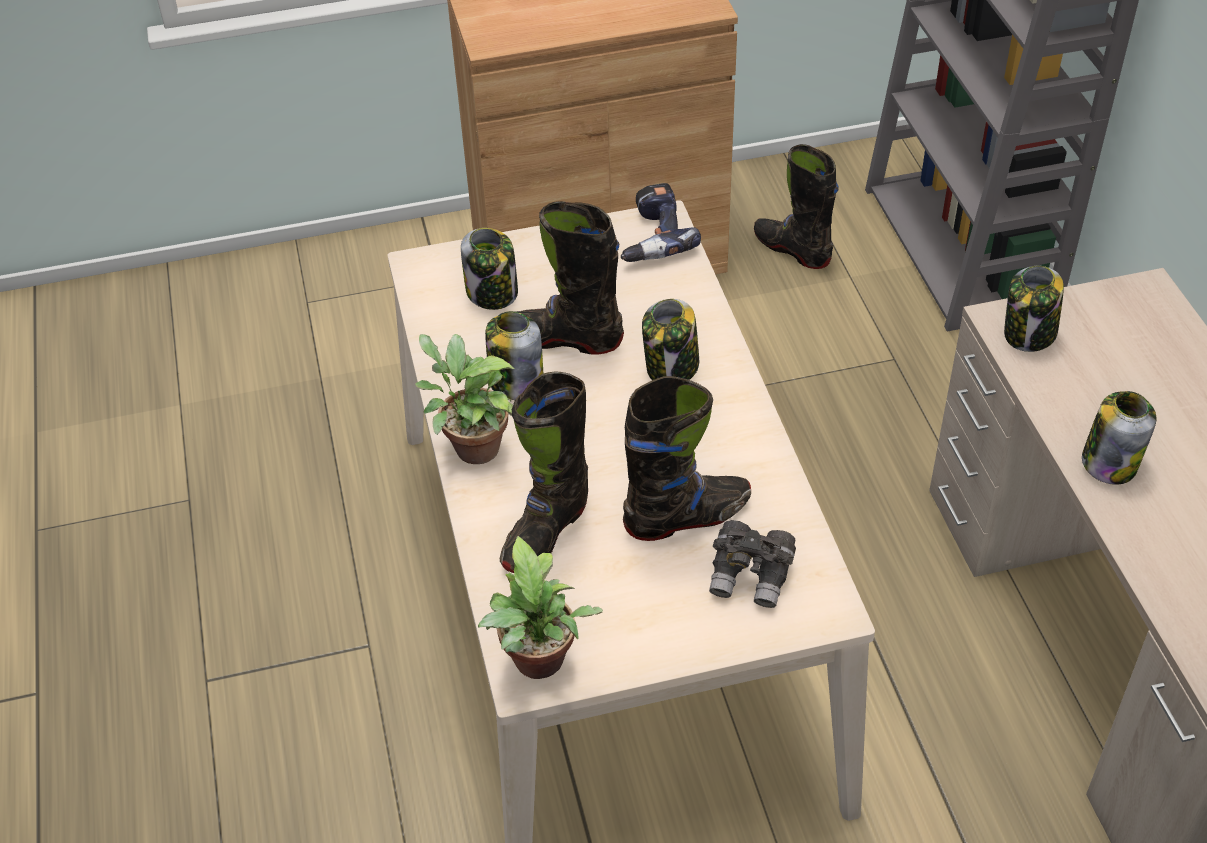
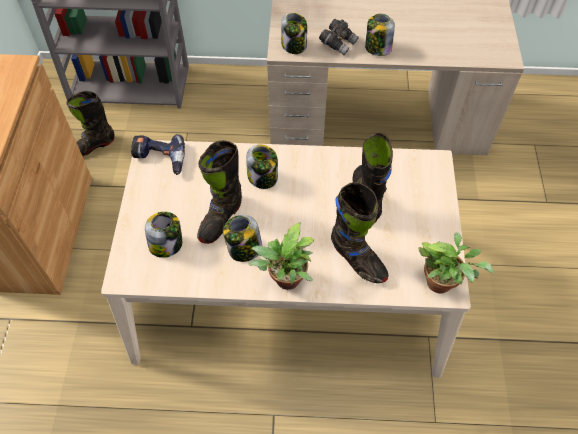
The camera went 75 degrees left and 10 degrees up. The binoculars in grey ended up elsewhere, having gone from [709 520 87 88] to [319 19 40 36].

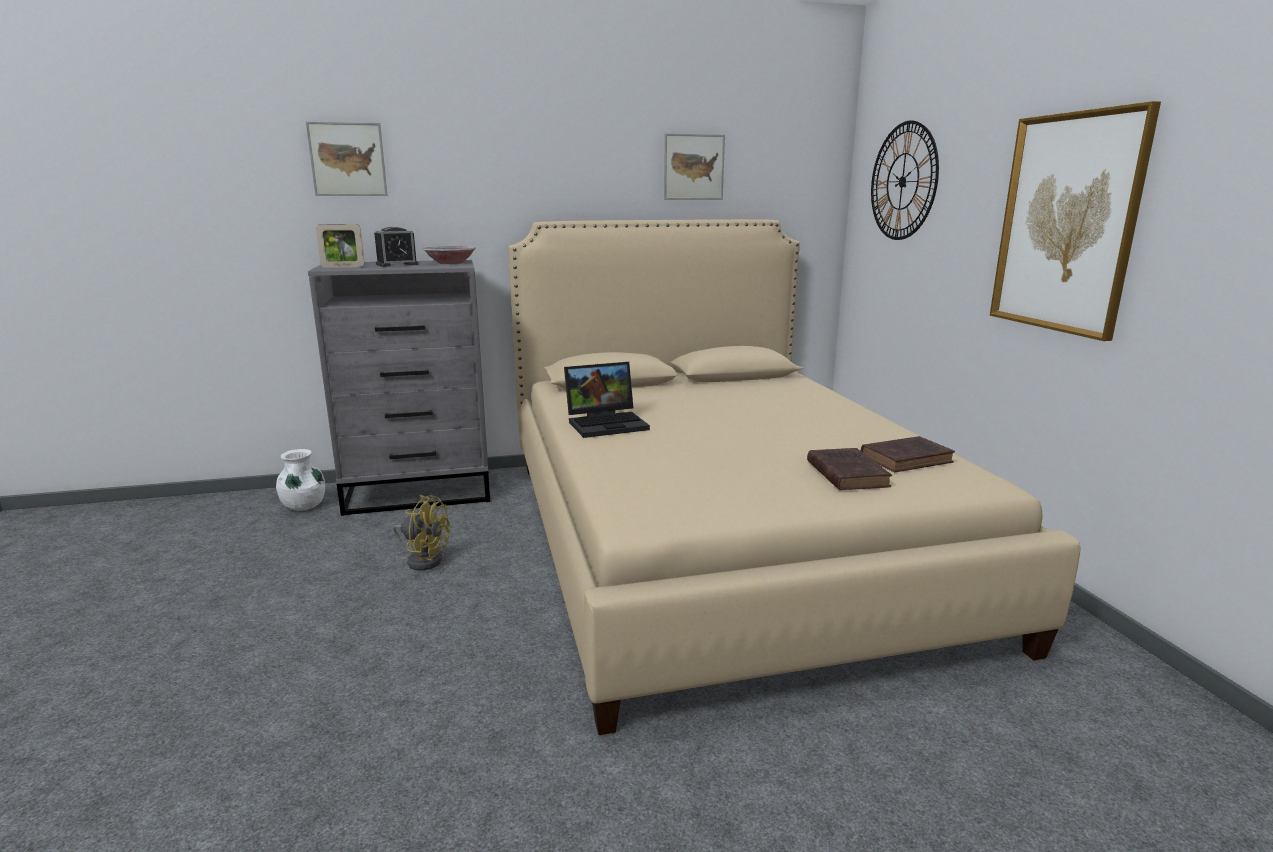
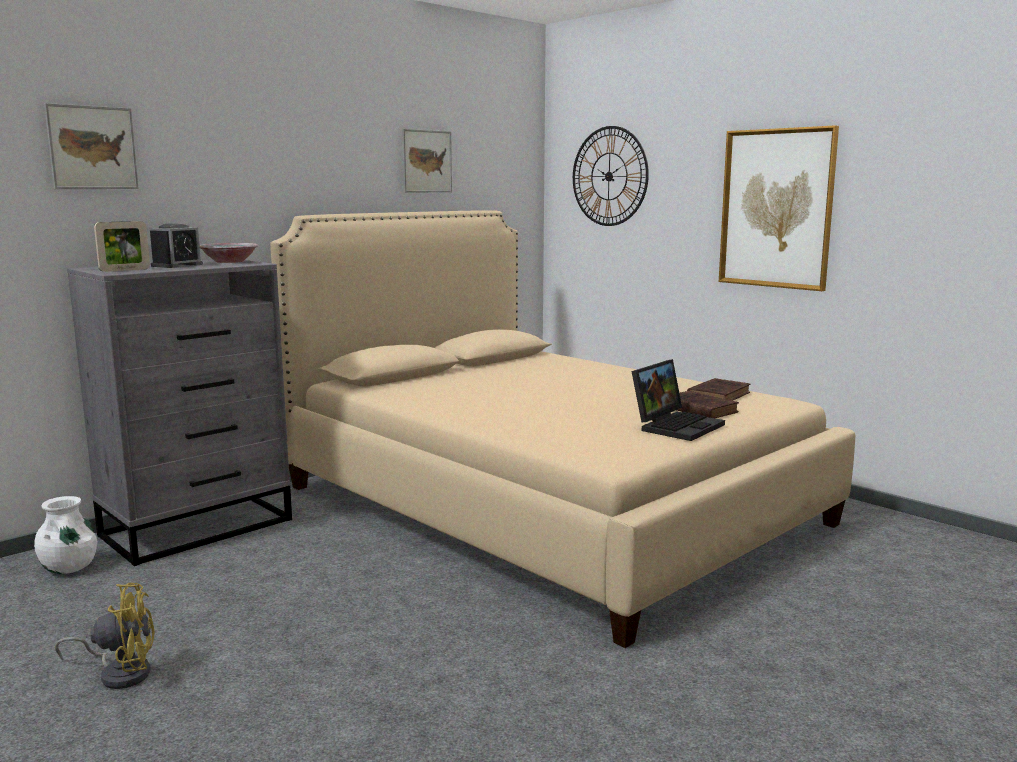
The camera went 30 degrees left and 5 degrees down. The fan in yellow ended up elsewhere, having gone from [393 495 57 76] to [55 583 100 106]. The laptop ended up elsewhere, having gone from [564 362 86 76] to [631 359 94 82].

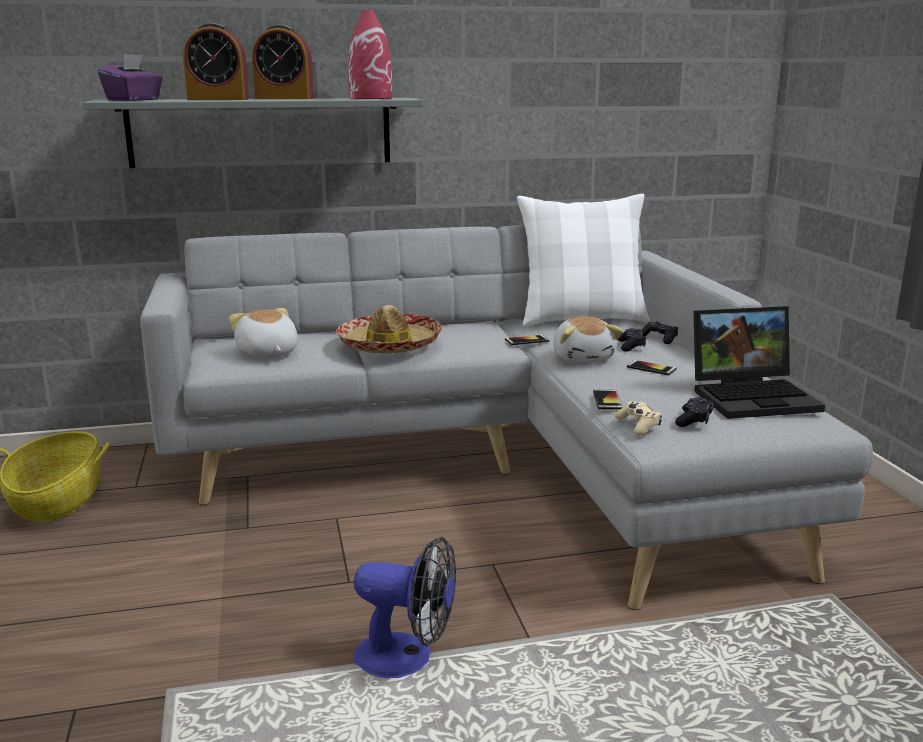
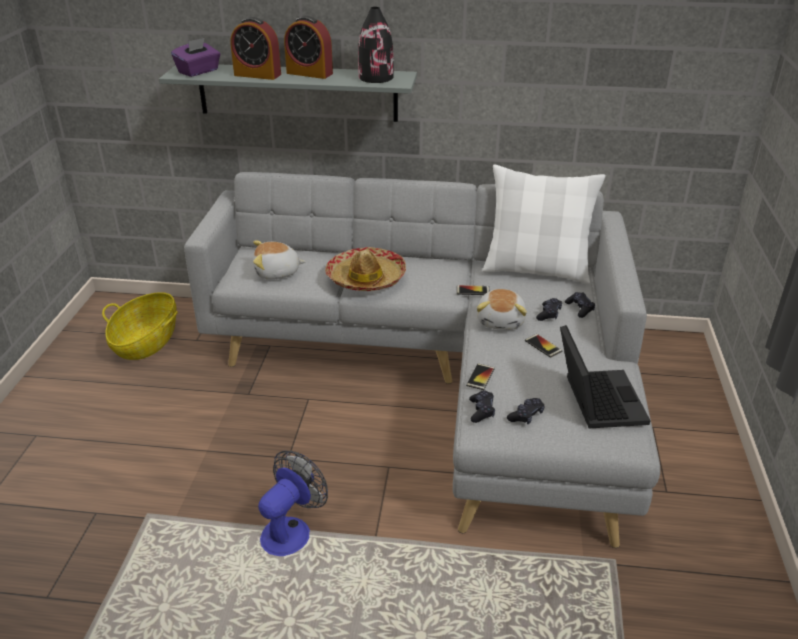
The camera went 20 degrees right and 15 degrees up. The plush toy at [229 308 69 50] ended up facing another way, 90 degrees counterclockwise from before. What was the vase in red at [349 10 43 89] turned into the vase in black at [358 7 36 76]. The fan at [354 536 102 142] ended up facing another way, 90 degrees counterclockwise from before. What was the game controller in beige at [614 401 48 34] turned into the game controller in black at [469 390 26 33]. The laptop at [693 306 132 113] ended up facing another way, 105 degrees counterclockwise from before.

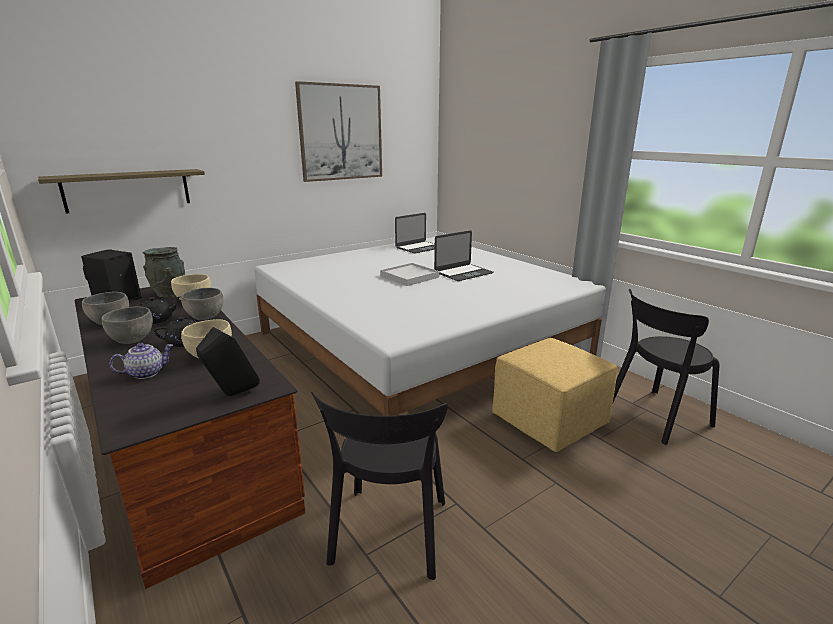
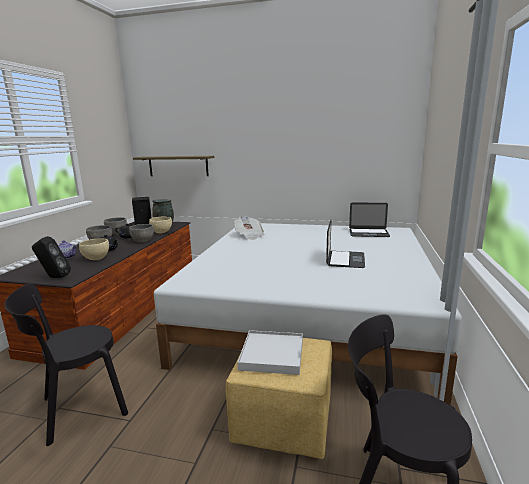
The camera went 50 degrees right and 5 degrees down. The second view lost the picture at [295 81 87 101]. The tray in white ended up elsewhere, having gone from [380 263 59 23] to [238 330 65 45]. The laptop at [434 230 60 51] ended up facing another way, 90 degrees counterclockwise from before. The second view gained the newspaper at [234 216 31 24].

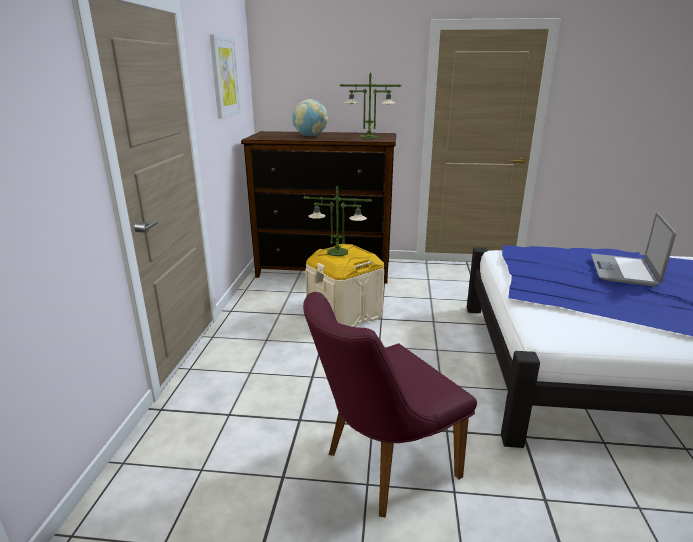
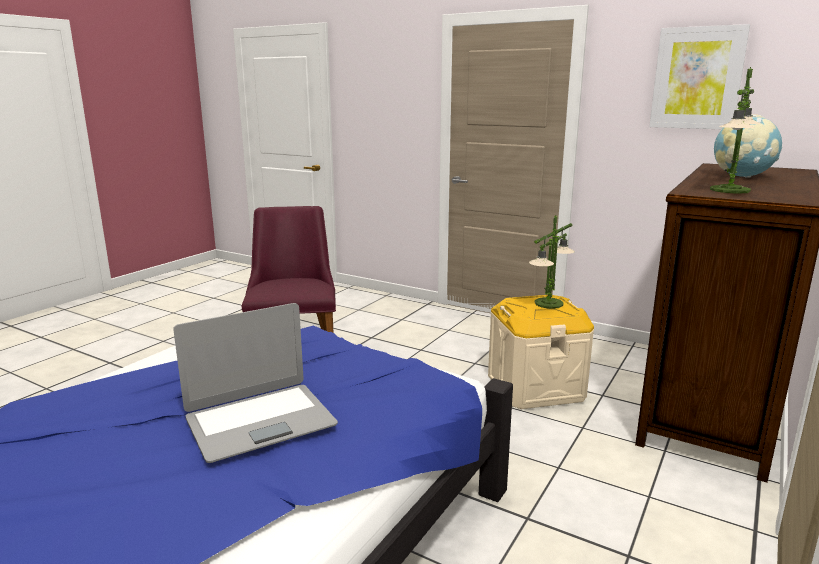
The camera went 115 degrees right and 5 degrees down. The laptop at [591 212 85 74] ended up facing another way, 105 degrees clockwise from before.

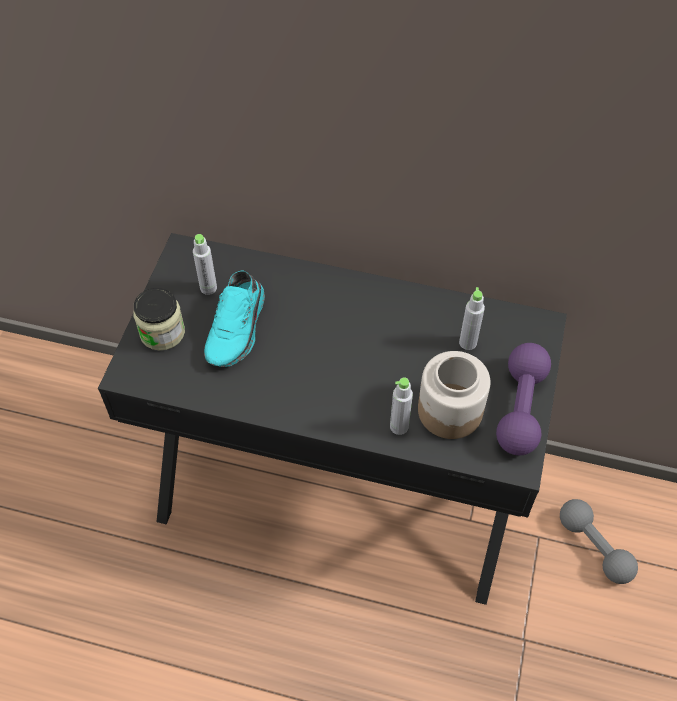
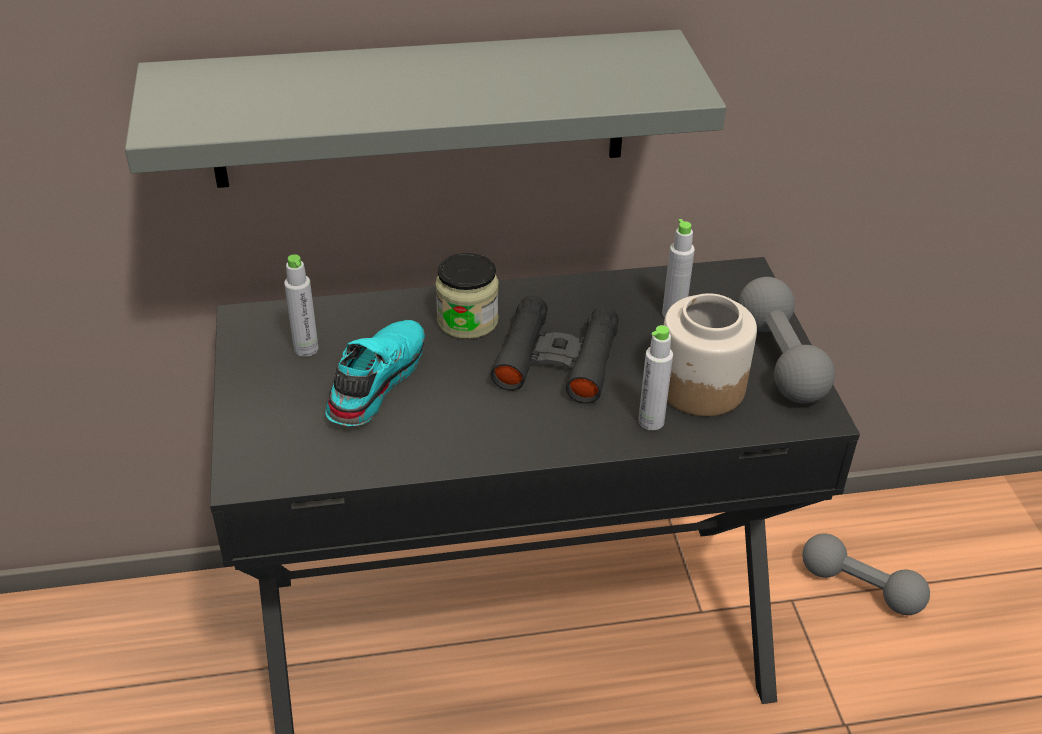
The camera went 25 degrees left and 15 degrees down. The jar ended up elsewhere, having gone from [134 288 51 63] to [435 253 64 86]. The shoe in turquoise at [204 271 61 96] ended up facing another way, 150 degrees counterclockwise from before. What was the dumbbell in purple at [496 343 55 112] turned into the dumbbell in grey at [738 277 97 127]. The second view gained the shelf in grey at [125 30 601 158]. The second view gained the binoculars in black at [491 296 128 108].

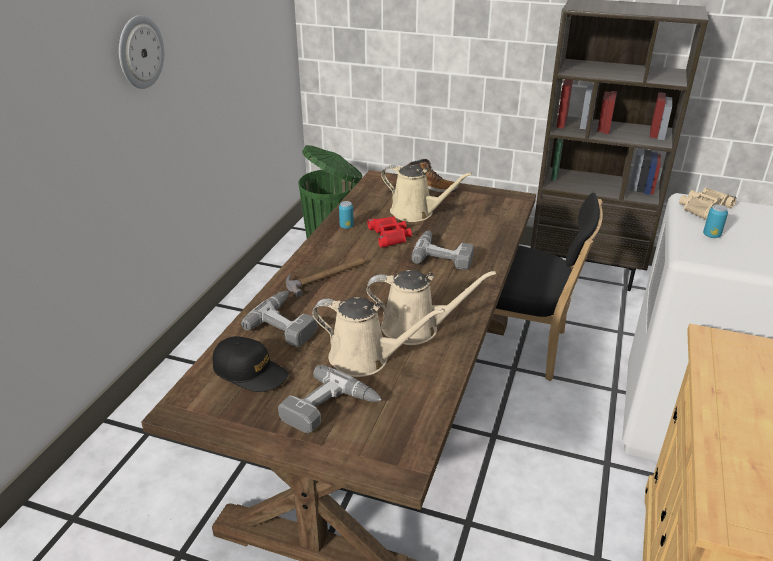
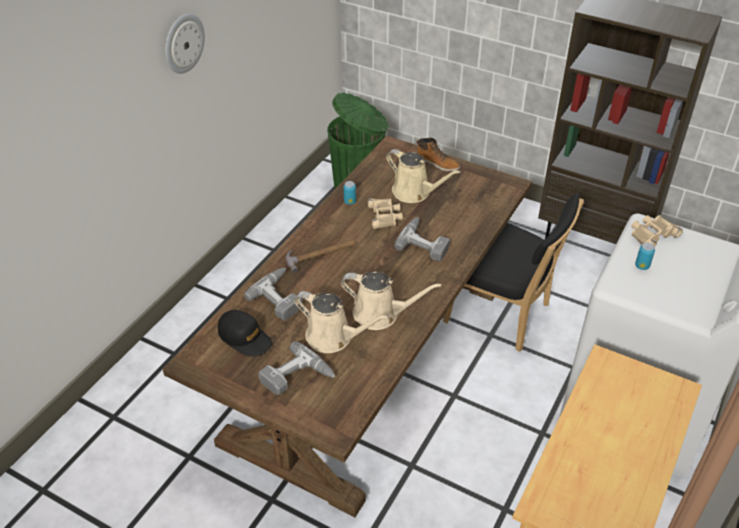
The camera went 10 degrees right and 10 degrees up. What was the binoculars in red at [367 216 45 32] turned into the binoculars in beige at [368 198 35 31].

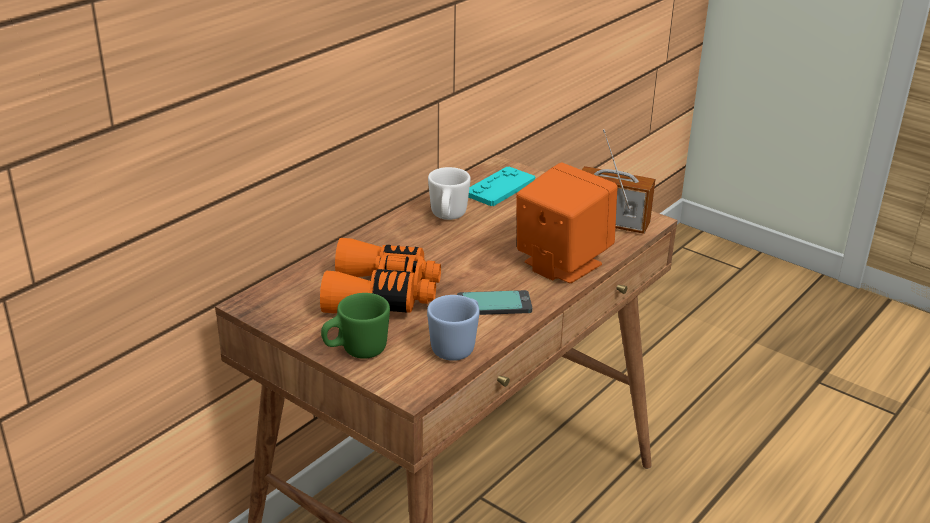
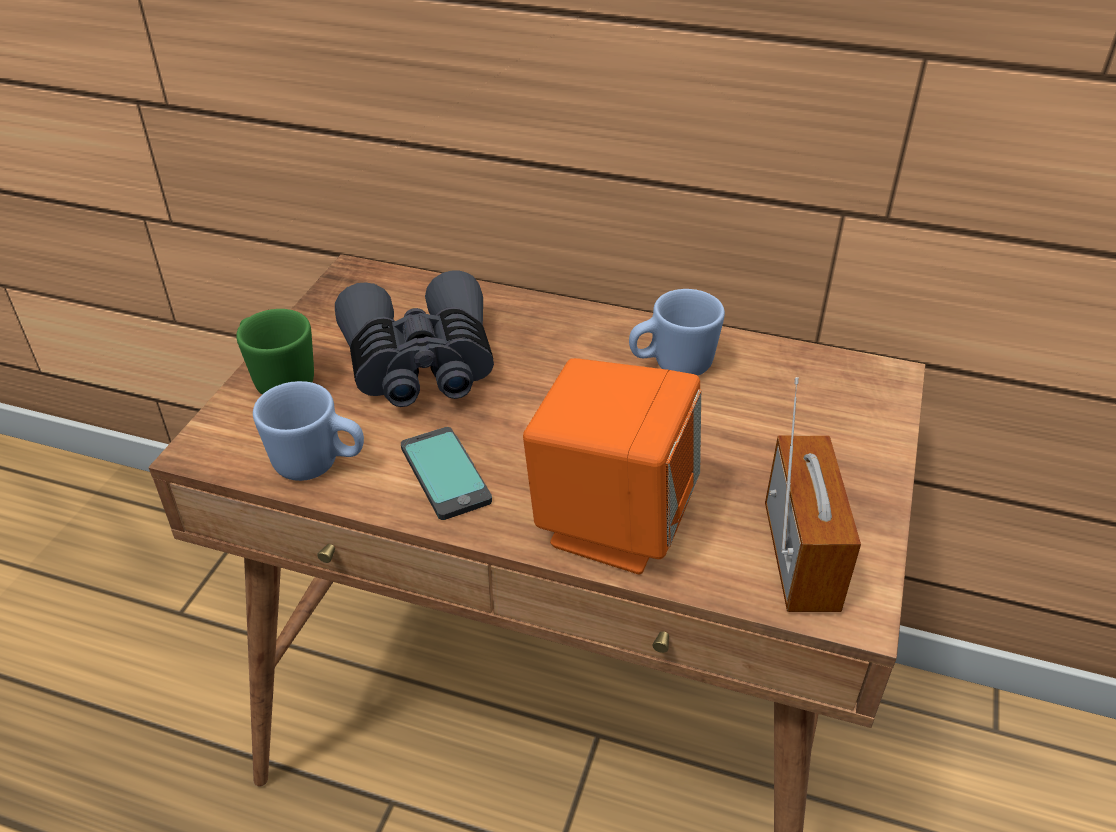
The camera went 70 degrees right and 10 degrees up. What was the binoculars in orange at [320 238 121 75] turned into the binoculars in grey at [335 270 159 137]. What was the mug in white at [428 167 43 53] turned into the mug in blue at [629 289 96 87]. The second view lost the game controller in turquoise at [468 167 67 39].

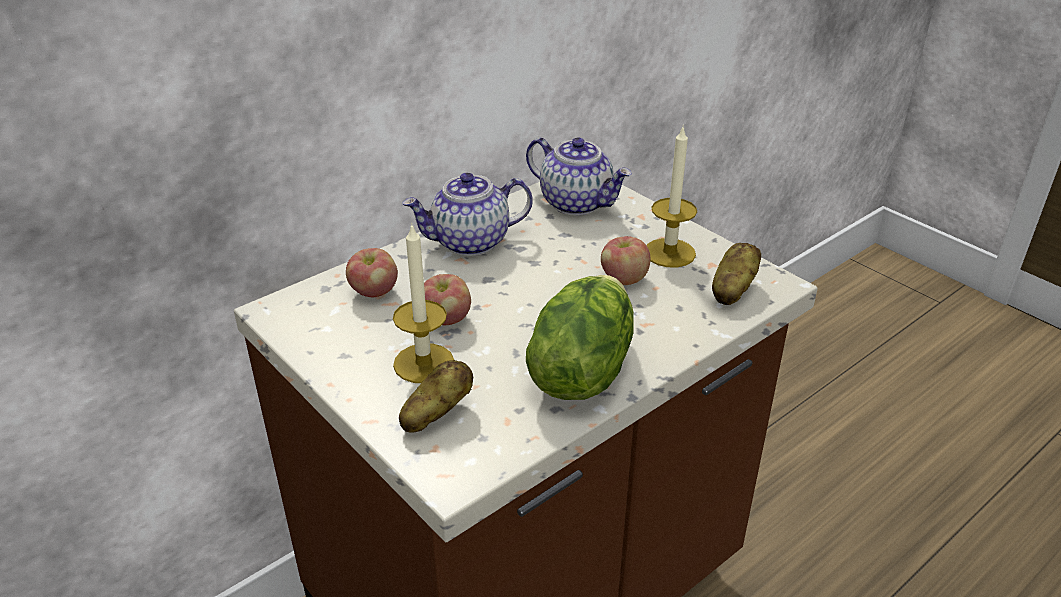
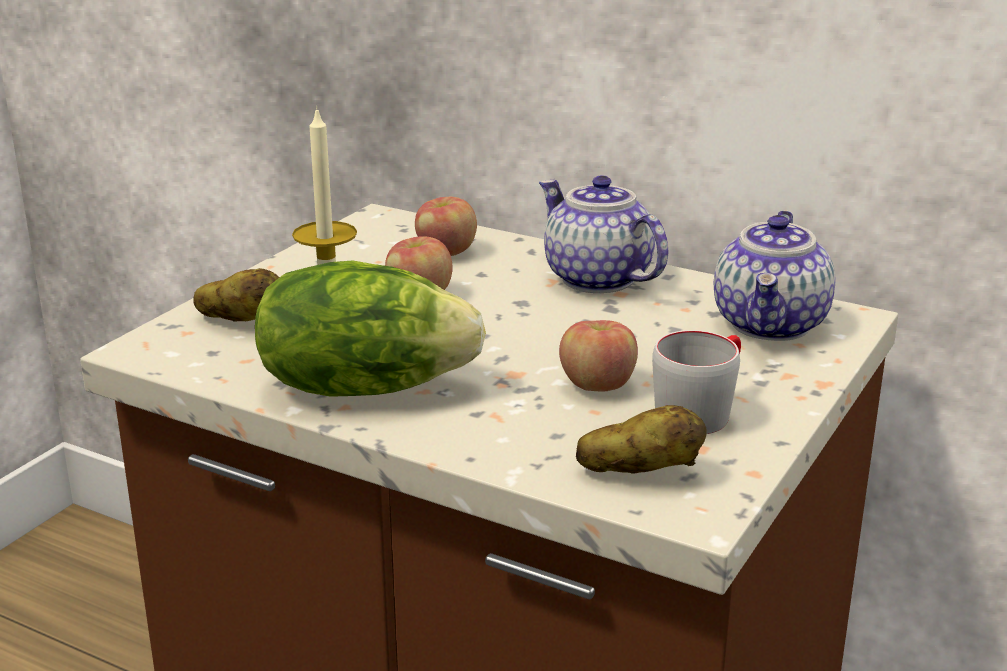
The camera went 70 degrees right and 10 degrees down. Where the candle stood at [647 127 50 140], the mug in grey came to stand at [652 330 89 104].

